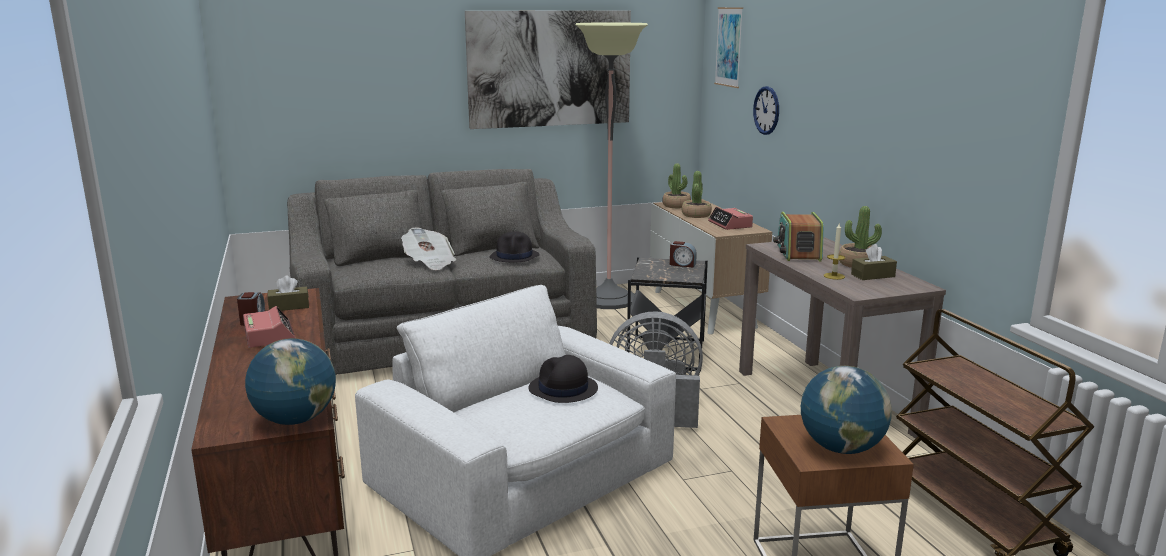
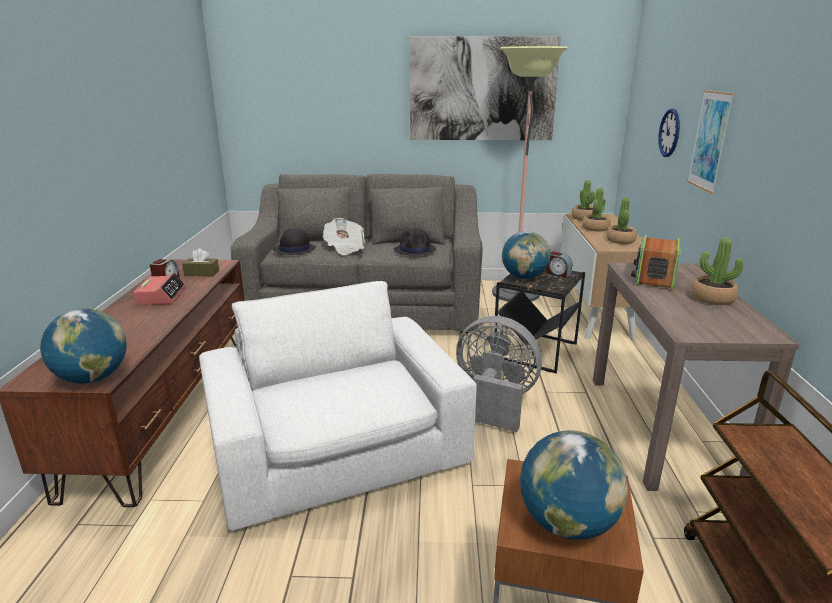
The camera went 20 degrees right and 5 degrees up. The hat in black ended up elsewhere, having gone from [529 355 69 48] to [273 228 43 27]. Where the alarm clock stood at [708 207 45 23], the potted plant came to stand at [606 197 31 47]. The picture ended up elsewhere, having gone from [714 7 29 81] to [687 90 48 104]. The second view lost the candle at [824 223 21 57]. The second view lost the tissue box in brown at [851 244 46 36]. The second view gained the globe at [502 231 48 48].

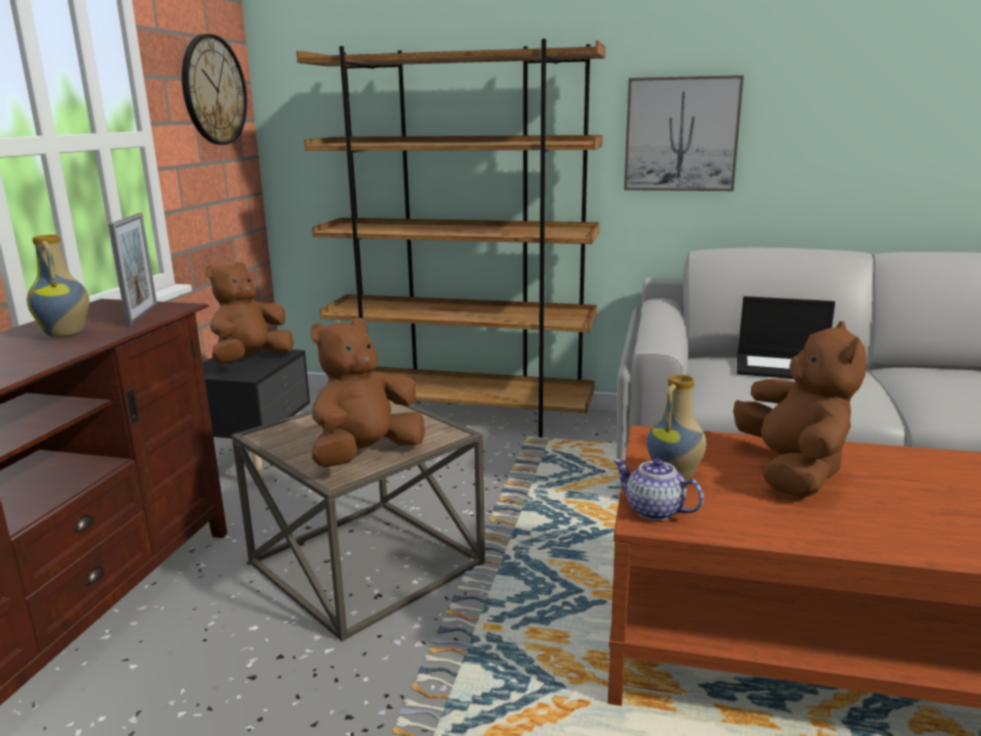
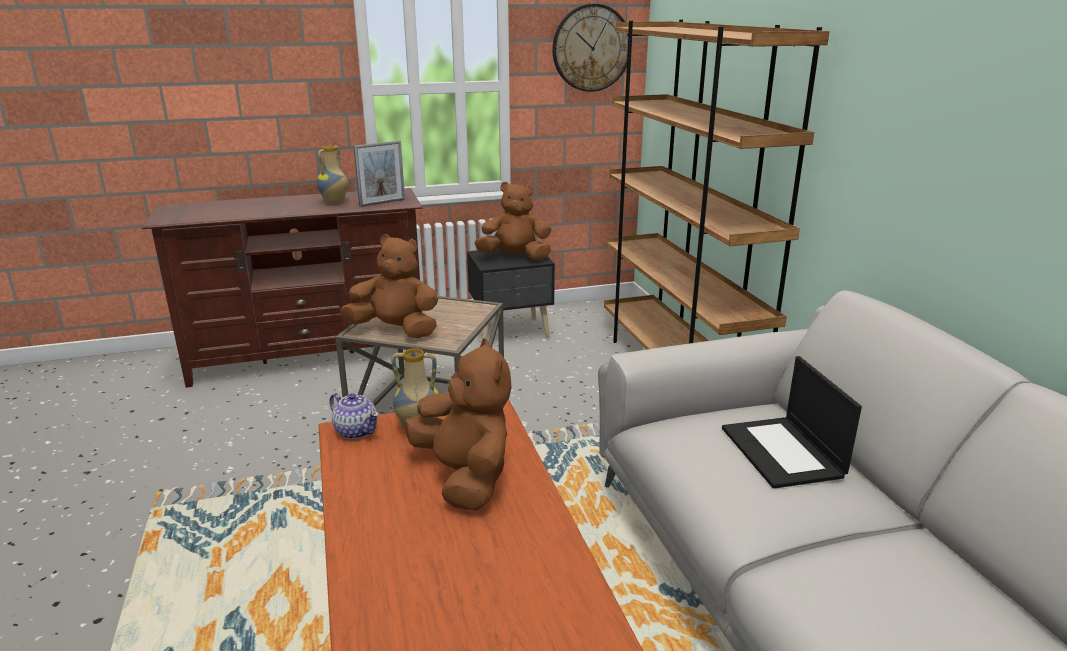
The camera went 60 degrees right and 5 degrees up. The teapot at [613 458 91 63] ended up facing another way, 120 degrees clockwise from before. The second view lost the picture at [624 75 120 116]. The plush toy in brown at [733 321 134 177] ended up facing another way, 90 degrees counterclockwise from before.

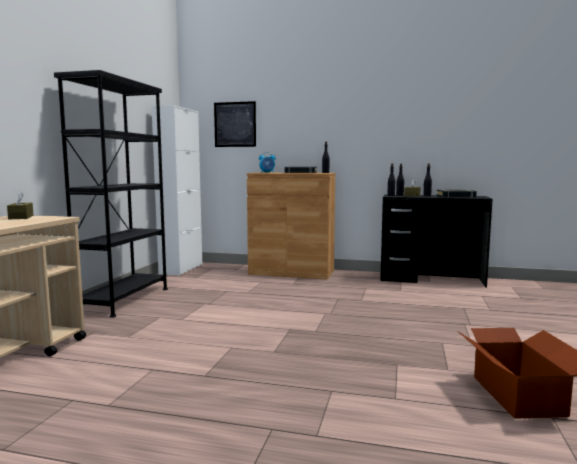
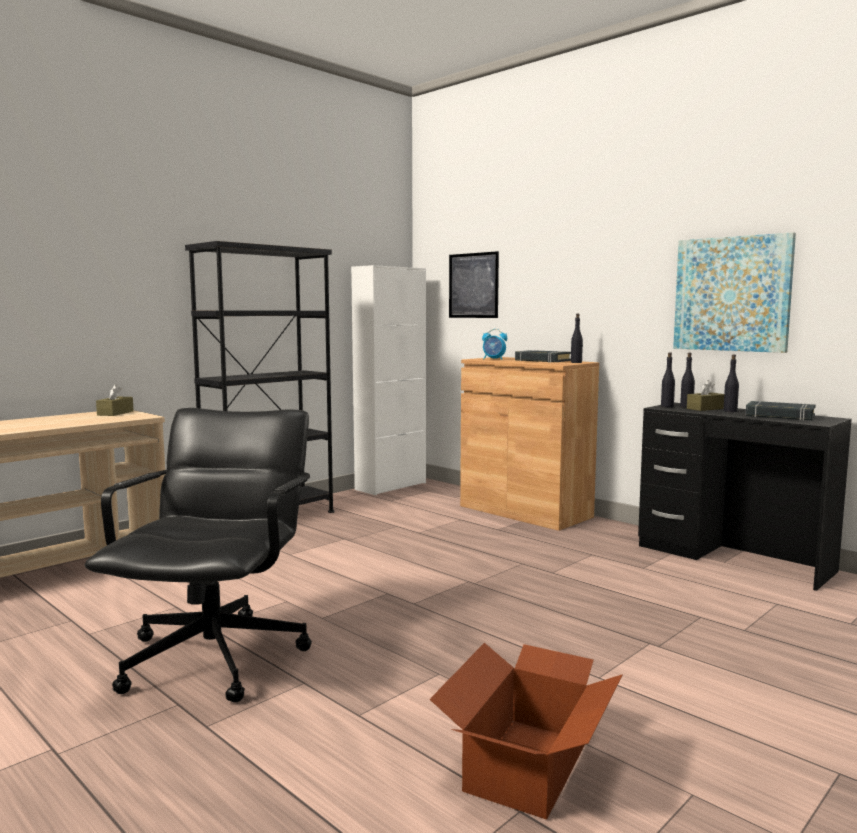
The camera went 30 degrees right and 0 degrees up. The second view gained the office chair in black at [84 408 228 295]. The second view gained the picture at [673 232 123 121].

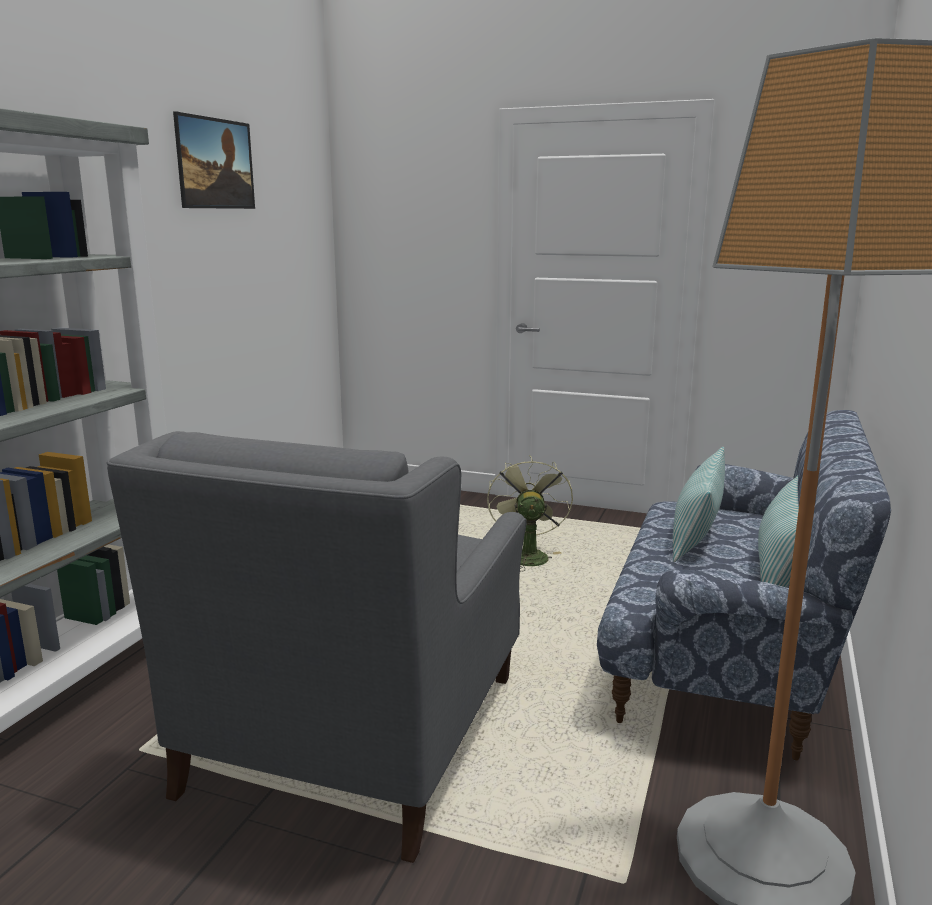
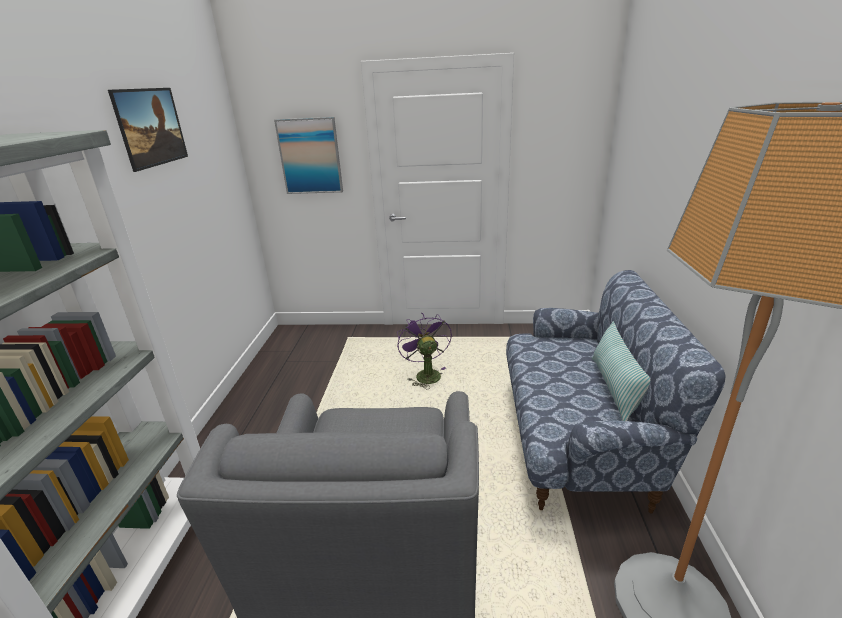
The camera went 15 degrees left and 10 degrees up. What was the fan in green at [487 455 86 117] turned into the fan in purple at [397 313 55 76]. The second view lost the pillow at [673 447 52 115]. The second view gained the picture at [274 117 69 77].

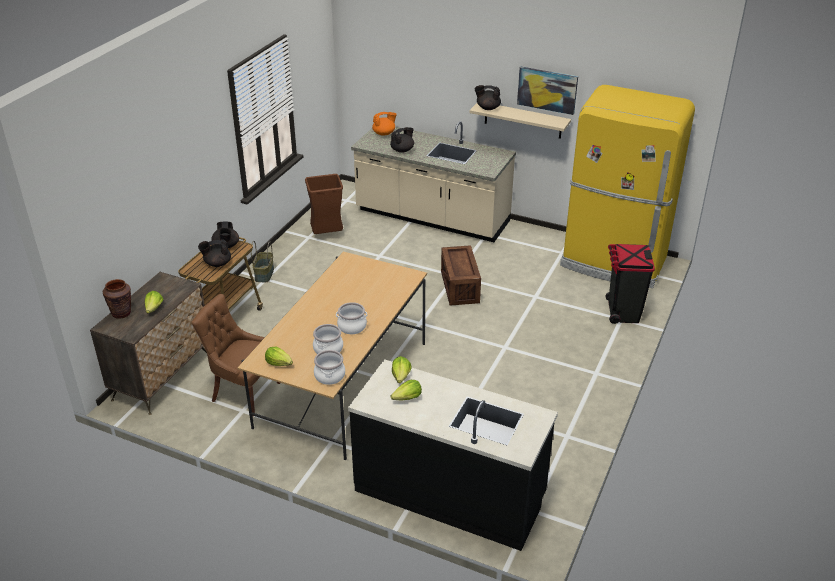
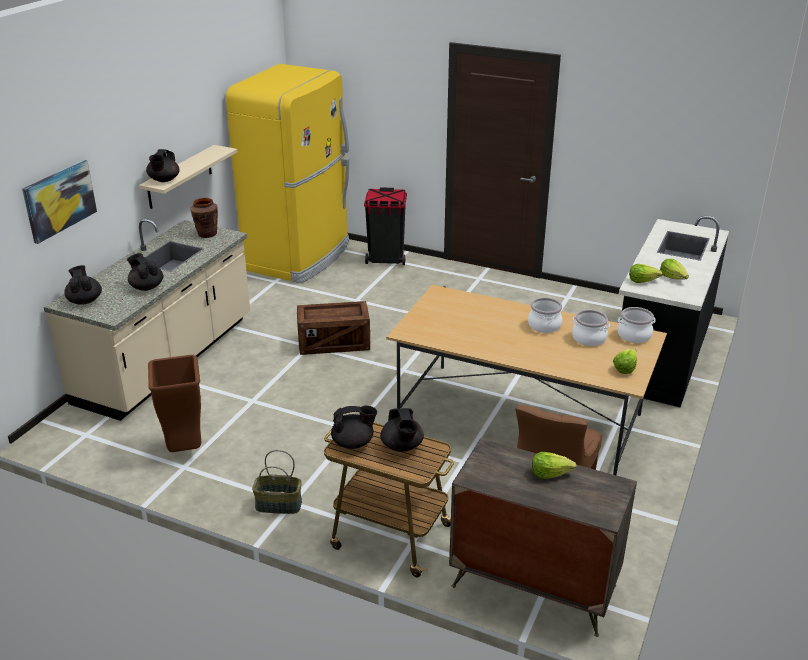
The camera went 90 degrees left and 5 degrees down. The vase in brown ended up elsewhere, having gone from [102 279 29 40] to [190 198 28 40]. What was the teapot in orange at [372 112 25 24] turned into the teapot in black at [64 265 38 40]. The picture ended up elsewhere, having gone from [517 67 61 48] to [22 160 75 84].

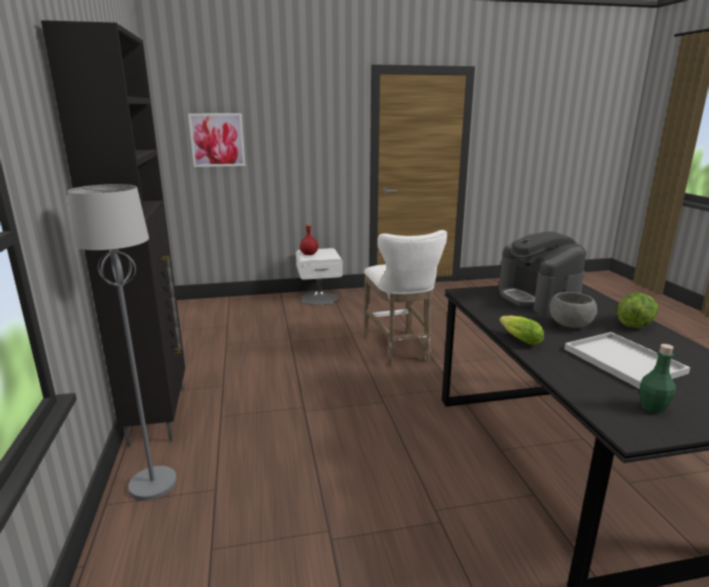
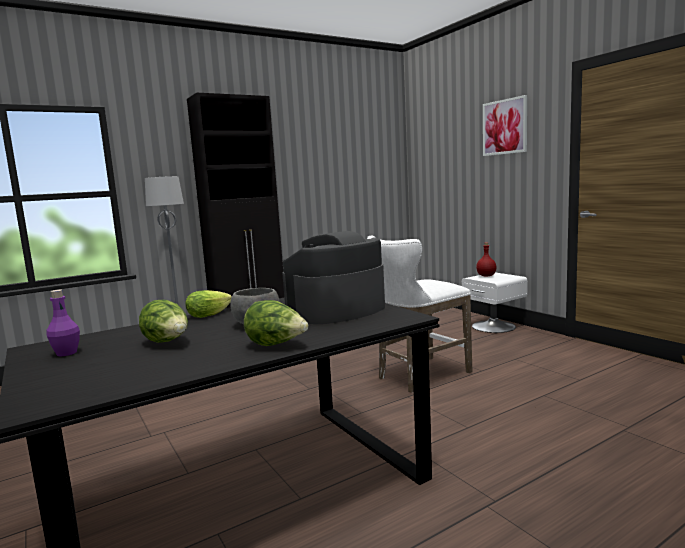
The camera went 70 degrees right and 10 degrees down. The picture ended up elsewhere, having gone from [188 113 58 54] to [483 95 44 61]. Where the tray in white stood at [564 332 126 57], the lettuce came to stand at [139 300 49 43]. What was the bottle in green at [640 344 36 69] turned into the bottle in purple at [46 290 34 66].

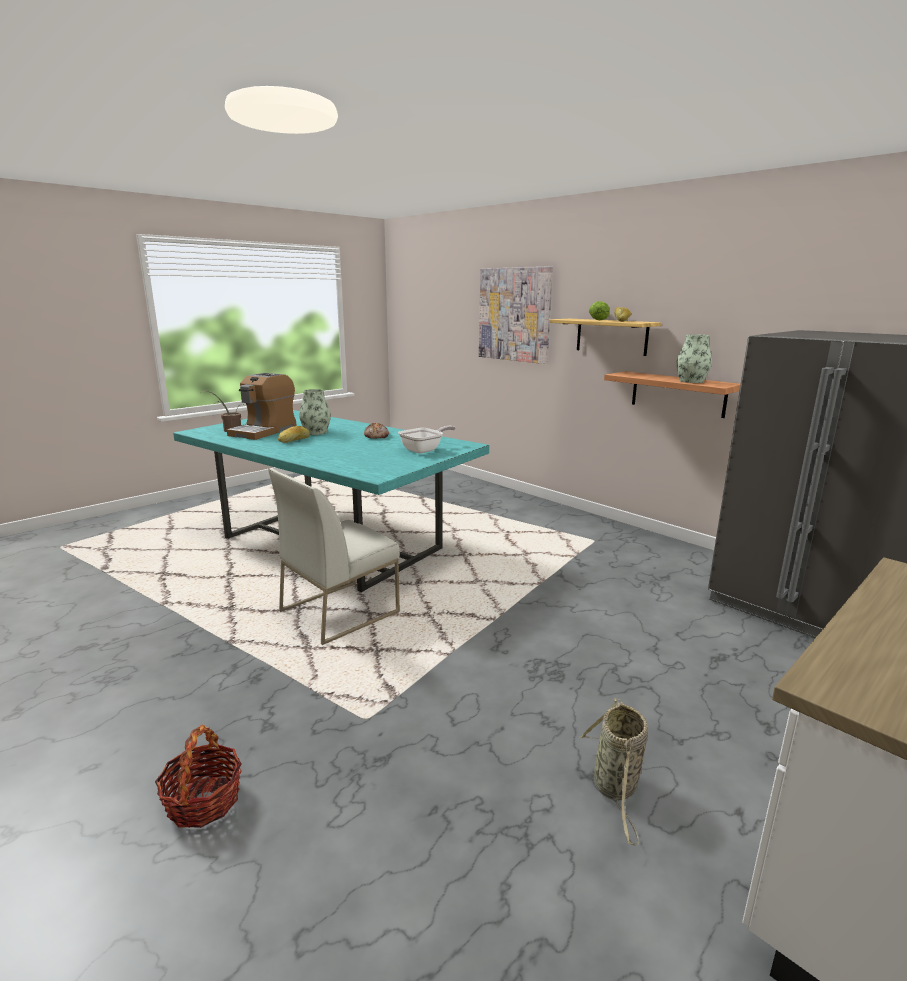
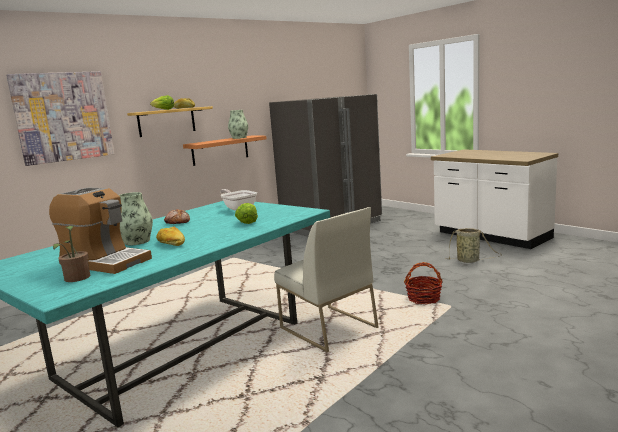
The camera went 85 degrees left and 5 degrees down. The basket ended up elsewhere, having gone from [155 725 87 103] to [404 262 39 42]. The second view gained the lettuce at [235 203 23 21].

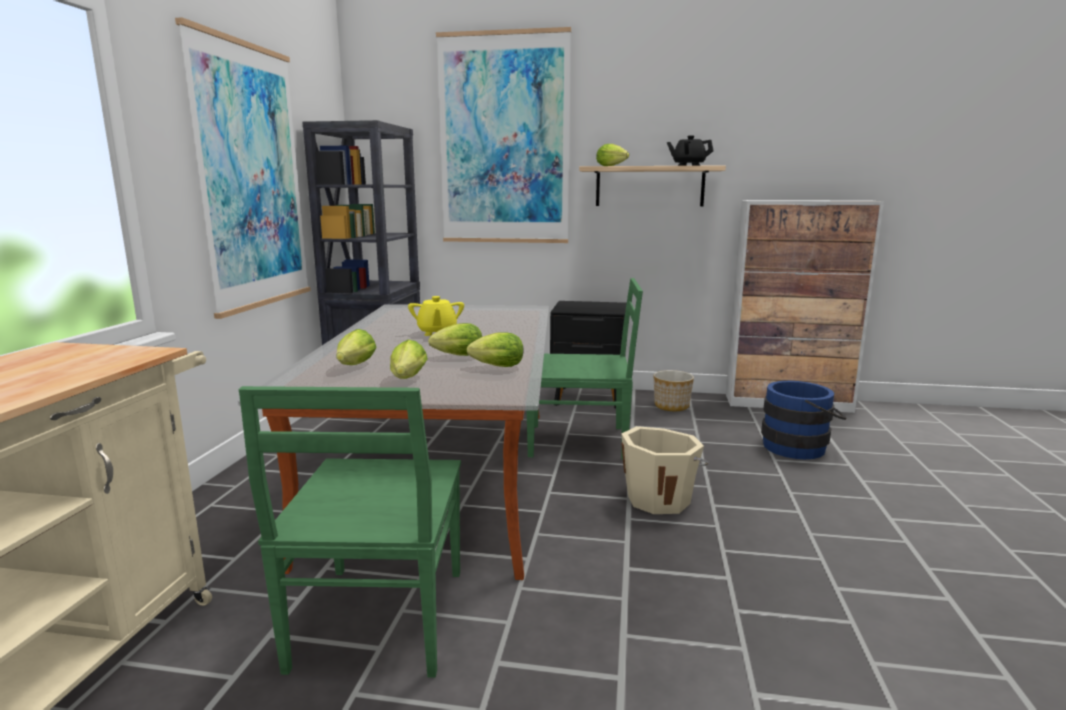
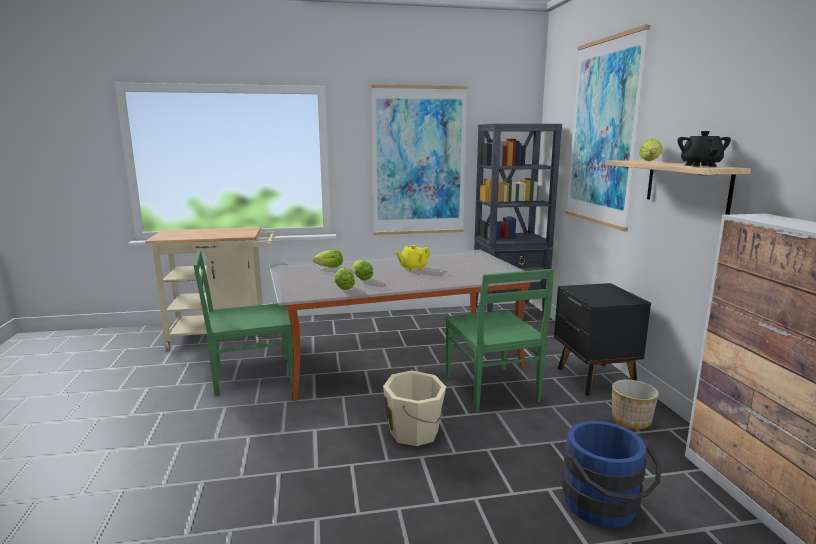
The camera went 70 degrees right and 0 degrees up. The second view lost the lettuce at [390 340 38 39].

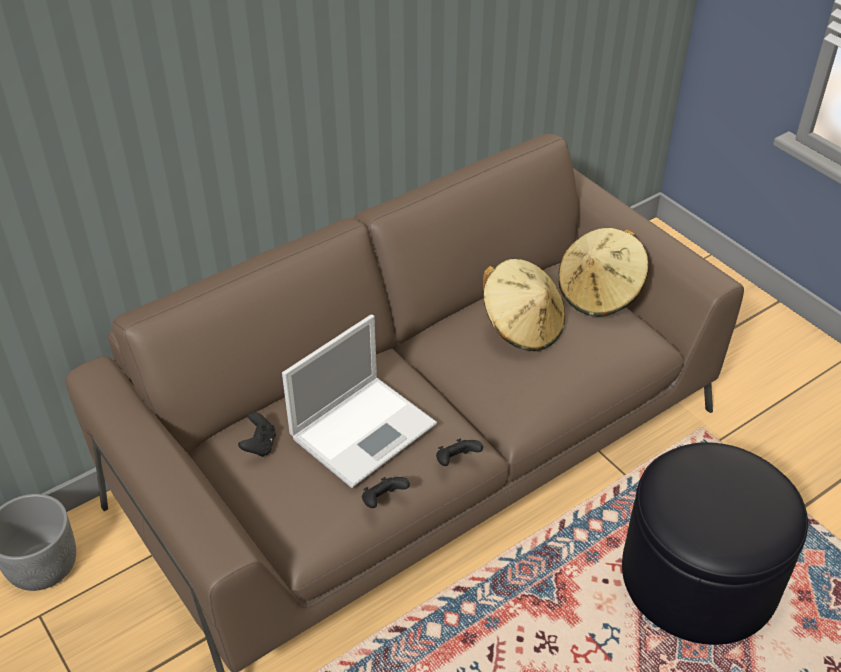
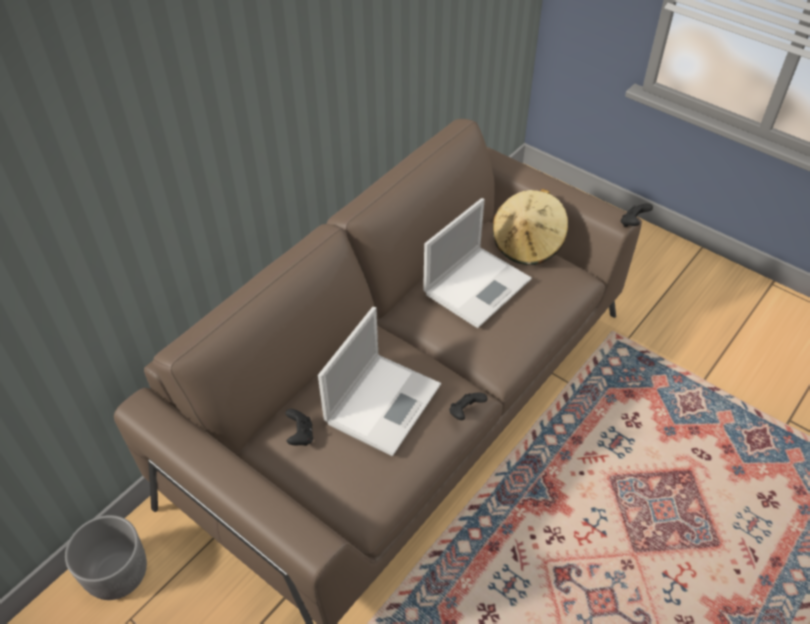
The camera went 15 degrees left and 5 degrees up. The game controller in black ended up elsewhere, having gone from [362 477 48 31] to [621 203 32 24]. Where the hat in beige stood at [483 259 82 92], the laptop came to stand at [423 198 109 130]. The second view lost the ottoman in black at [622 442 186 203].

